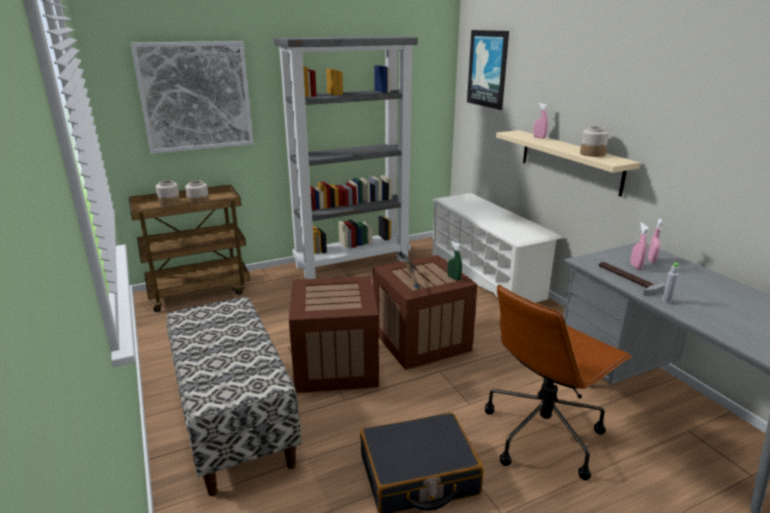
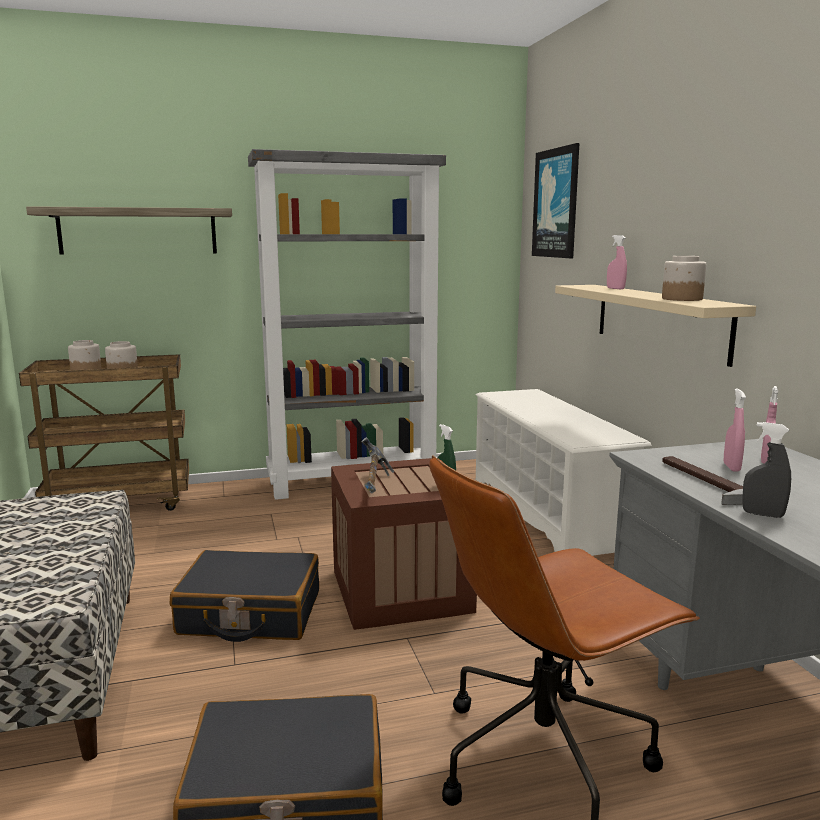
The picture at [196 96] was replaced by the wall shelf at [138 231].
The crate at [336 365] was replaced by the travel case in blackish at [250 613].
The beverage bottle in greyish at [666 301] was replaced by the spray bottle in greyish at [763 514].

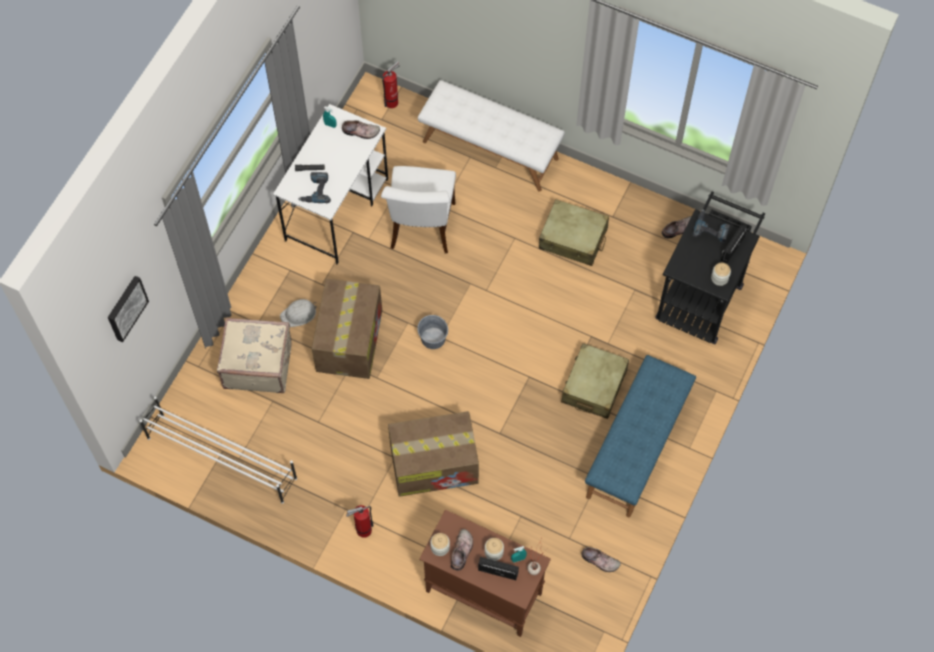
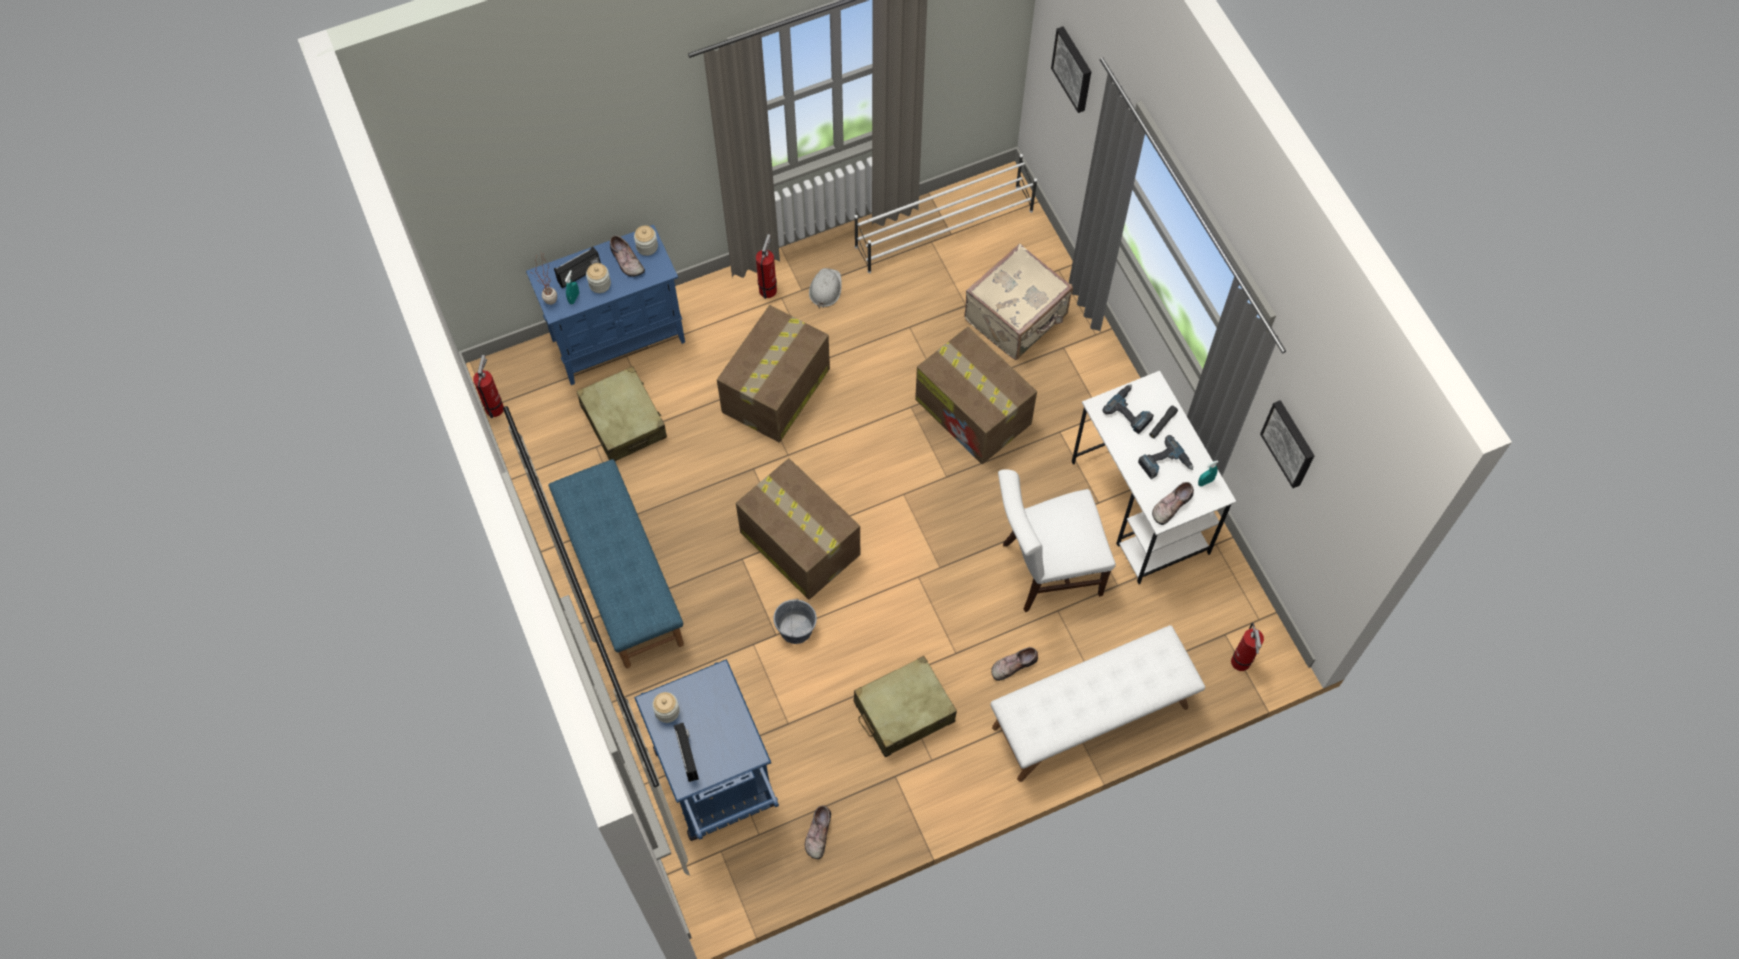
The hard hat in white-coloured moved from [299 314] to [825 289].
The chair in white-coloured at [421 230] turned 60 degrees counterclockwise.
The pail in greyish moved from [433 338] to [796 629].
The cupboard in brown at [482 592] became the cupboard in blue at [619 340].
The travel case in sand-coloured moved from [594 386] to [623 421].
The low shoe moved from [600 561] to [1013 664].
The wheeled cart in blackish at [702 295] became the wheeled cart in blue at [719 787].
The electric drill moved from [711 228] to [1164 463].
The fire extinguisher at [495 406] appeared.
The cardboard box at [798 542] appeared.
The picture at [1290 443] appeared.

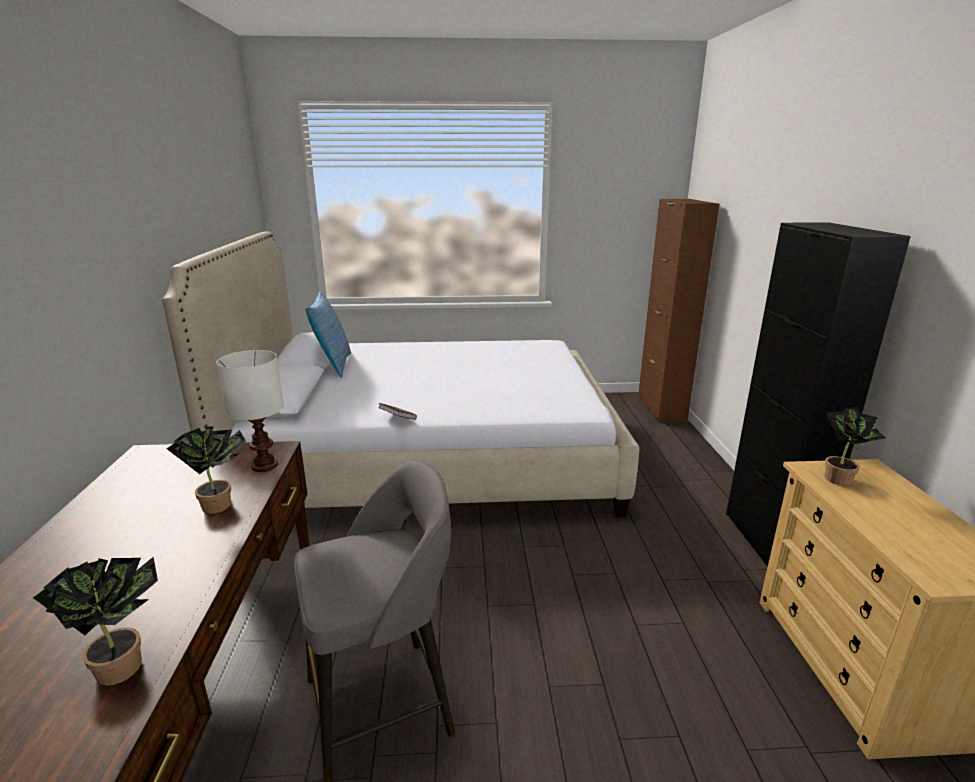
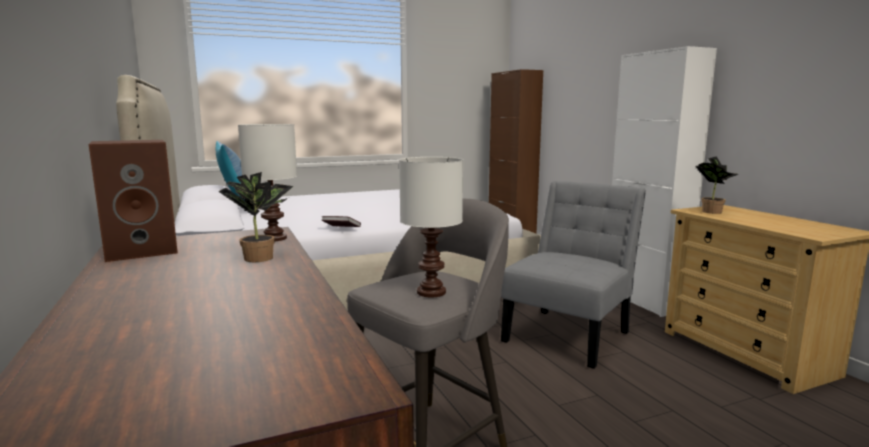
The houseplant at [126 664] disappeared.
The cupboard in blackish at [768 541] became the cupboard in white-coloured at [643 301].
The loudspeaker in brown at [143 250] appeared.
The tabletop lamp in white-coloured at [432 292] appeared.
The chair in greyish at [569 334] appeared.

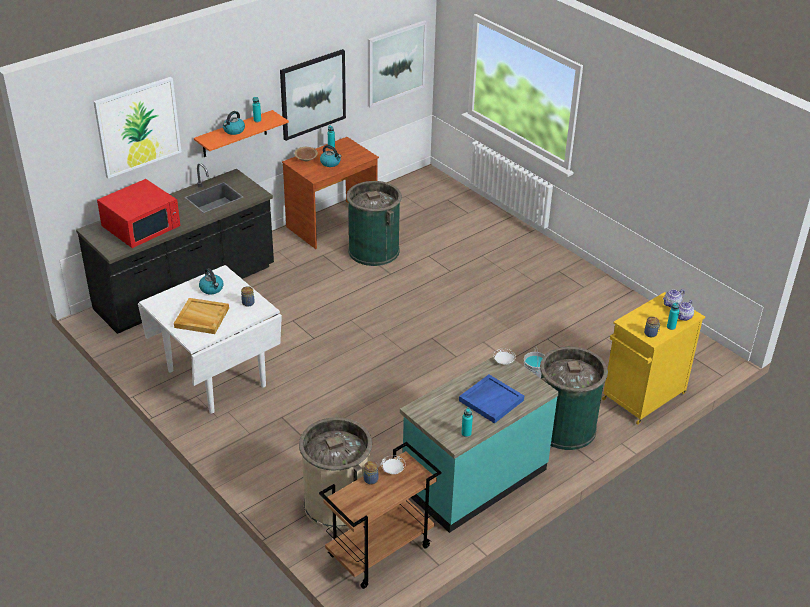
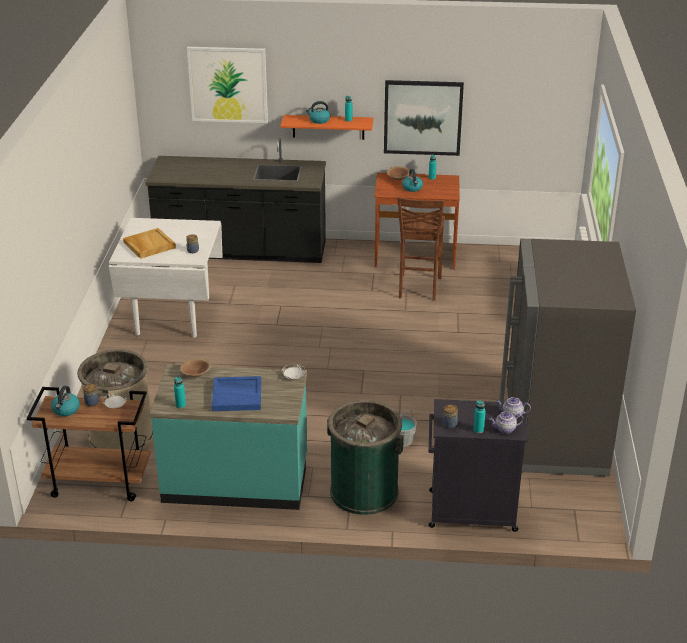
The microwave in reddish at [142 227] disappeared.
The tea kettle moved from [212 289] to [66 410].
The waste bin in green-coloured at [373 251] was replaced by the stool seat in brown at [418 288].
The picture at [396 63] disappeared.
The cupboard in yellowish at [642 397] became the cupboard in blackish at [470 511].
The deep dish in brown at [196 374] appeared.
The kitchen fridge in greyish at [554 435] appeared.

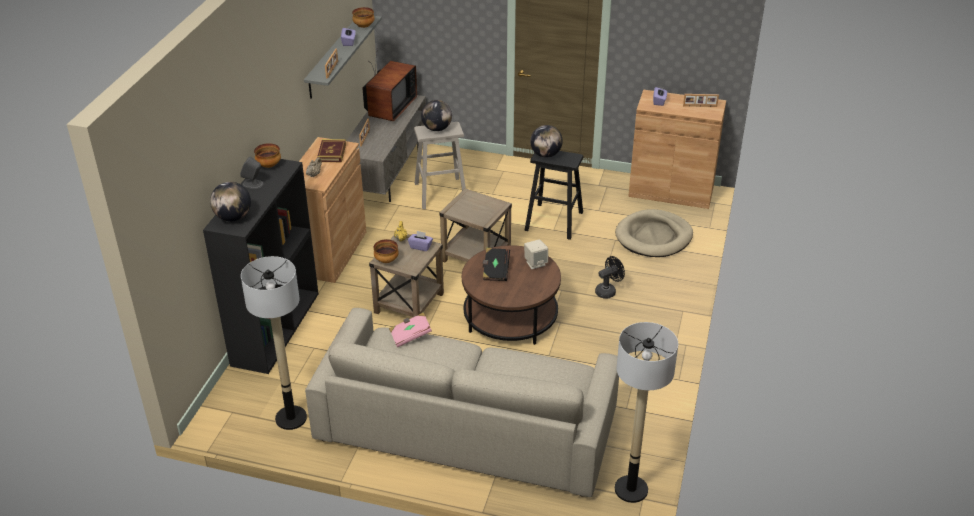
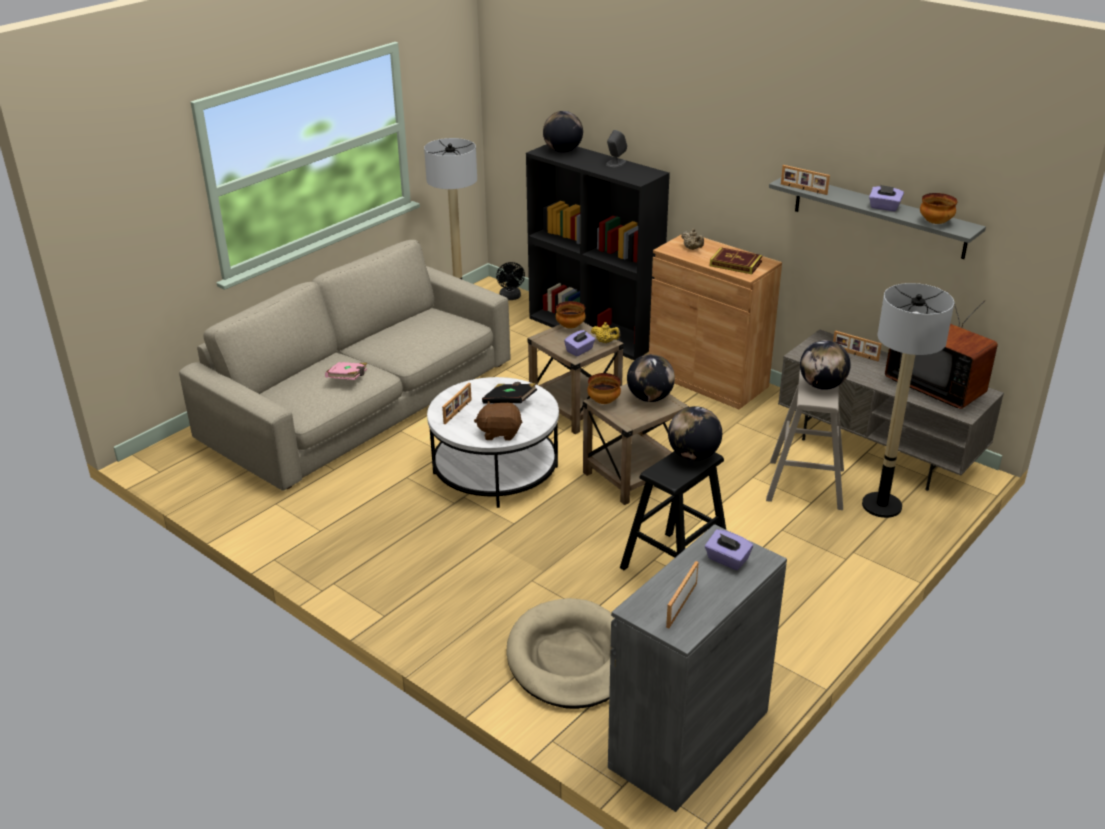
The deep dish moved from [269 165] to [603 402].
The volume in pinkish moved from [410 336] to [348 379].
The coffee table in brown at [510 316] became the coffee table in white-coloured at [495 470].
The loudspeaker in sand-coloured at [535 263] was replaced by the cuddly toy in brown at [499 433].
The fan in blackish moved from [608 291] to [510 297].
The floor lamp moved from [631 489] to [881 505].
The cupboard in brown at [671 191] became the cupboard in greyish at [689 739].
The photo frame at [458 412] appeared.
The world globe at [649 398] appeared.

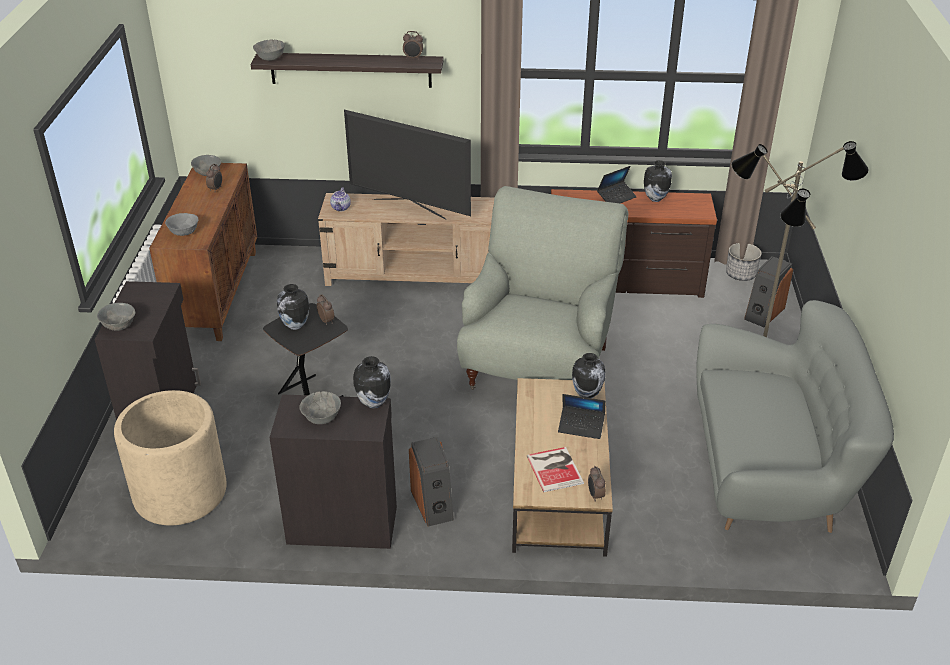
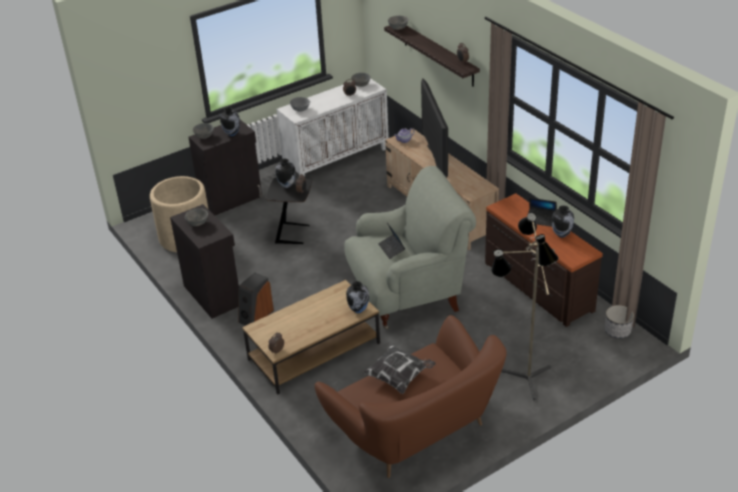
The cupboard in brown at [216 293] became the cupboard in white-coloured at [337 159].
The flower vase moved from [373 403] to [232 134].
The volume at [555 468] disappeared.
The laptop moved from [581 426] to [391 249].
The sofa in greyish at [771 472] became the sofa in brown at [416 430].
The loudspeaker at [763 313] disappeared.
The pillow at [399 377] appeared.

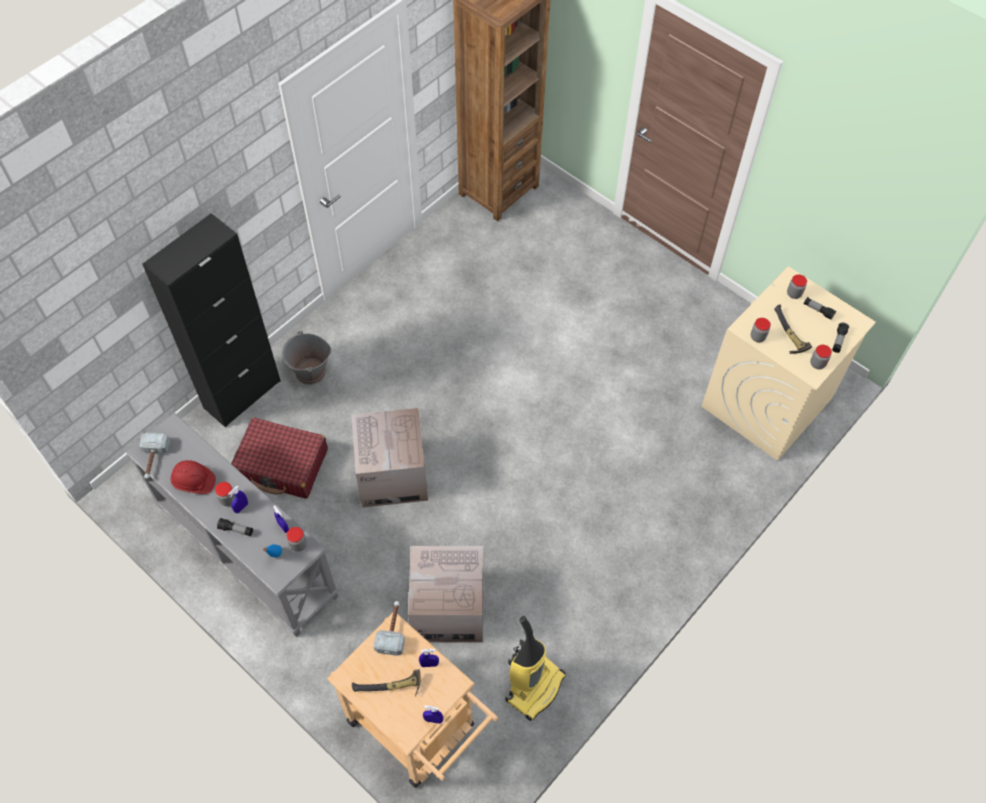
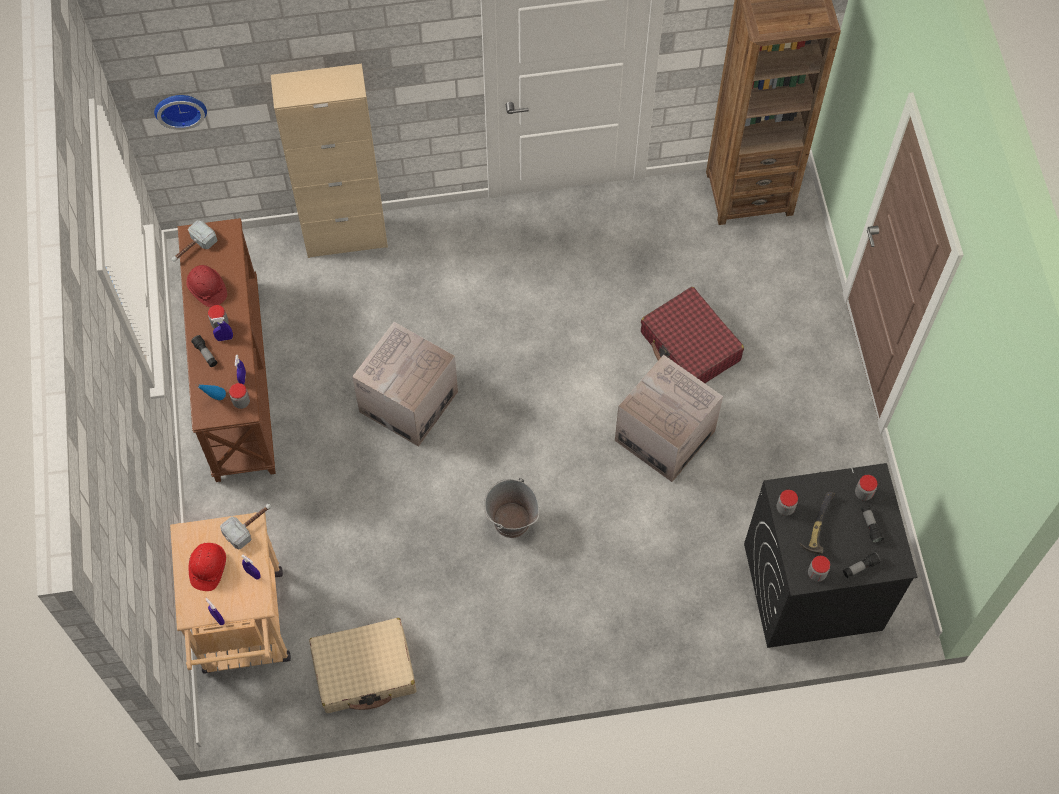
The hall table in greyish at [245 551] became the hall table in brown at [235 379].
The cupboard in blackish at [242 394] became the cupboard in sand-coloured at [346 237].
The travel case in reddish moved from [282 465] to [690 347].
The pail in greyish moved from [310 372] to [511 521].
The hand hammer at [390 688] was replaced by the hard hat in reddish at [208 568].
The cardboard box moved from [448 608] to [665 436].
The hoover at [534 686] was replaced by the travel case in sand-coloured at [365 670].
The laundry machine in sand-coloured at [766 403] became the laundry machine in blackish at [811 587].
The clock on the wall at [180 108] appeared.

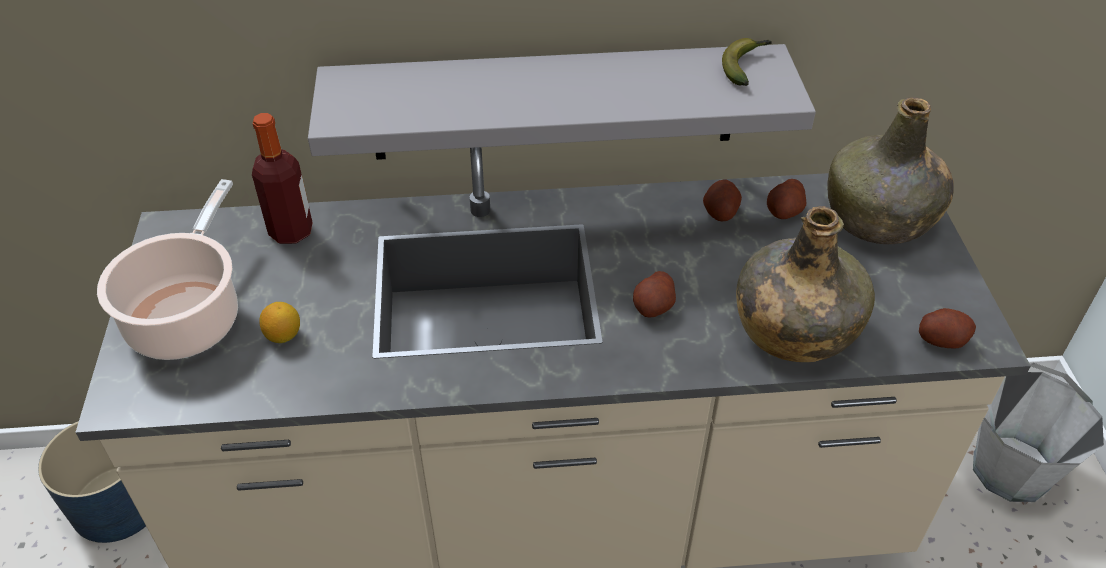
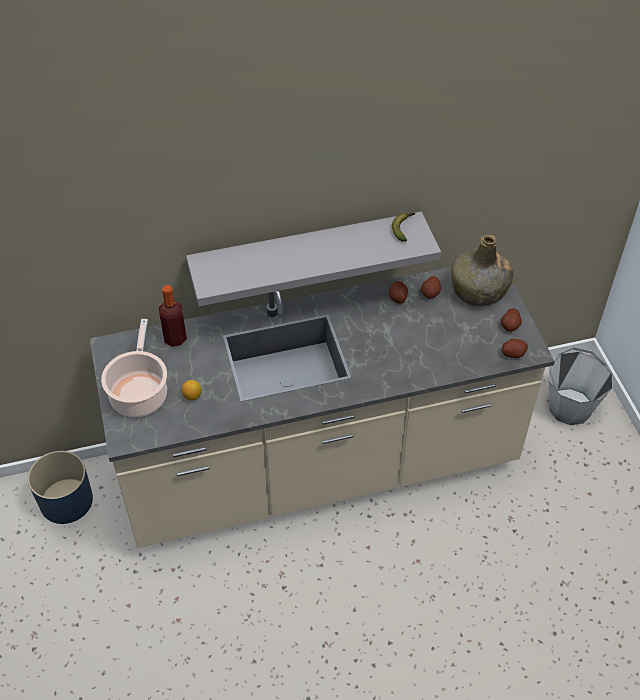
The potato moved from [653 307] to [510 325].
The beverage bottle in green-coloured at [794 328] disappeared.

